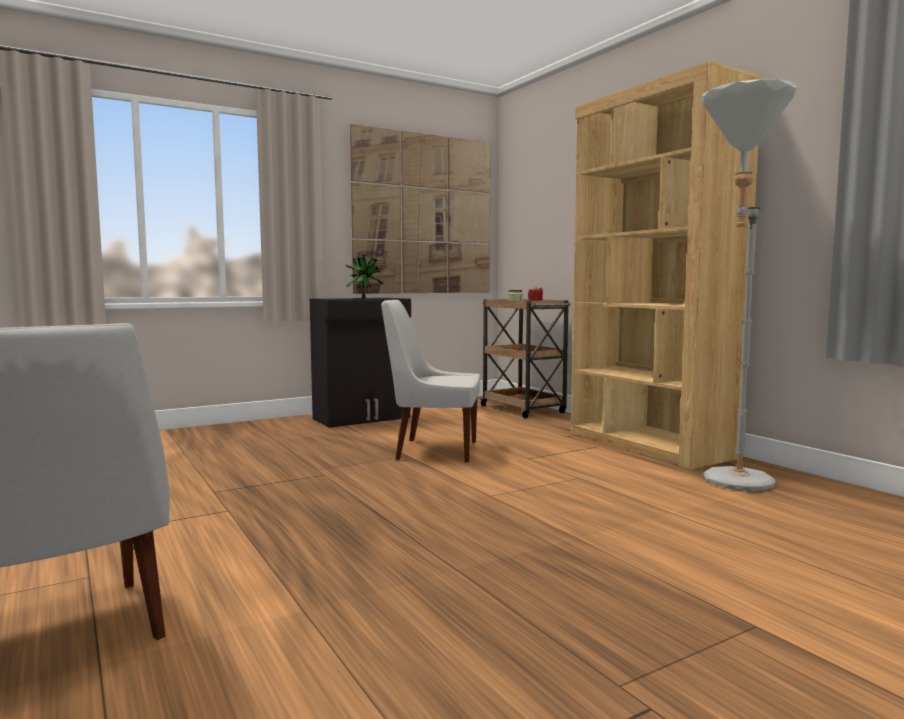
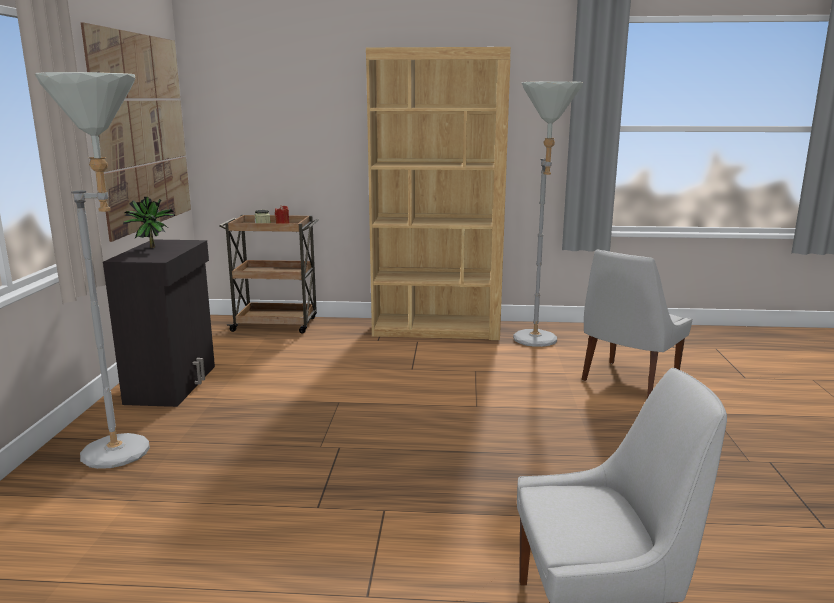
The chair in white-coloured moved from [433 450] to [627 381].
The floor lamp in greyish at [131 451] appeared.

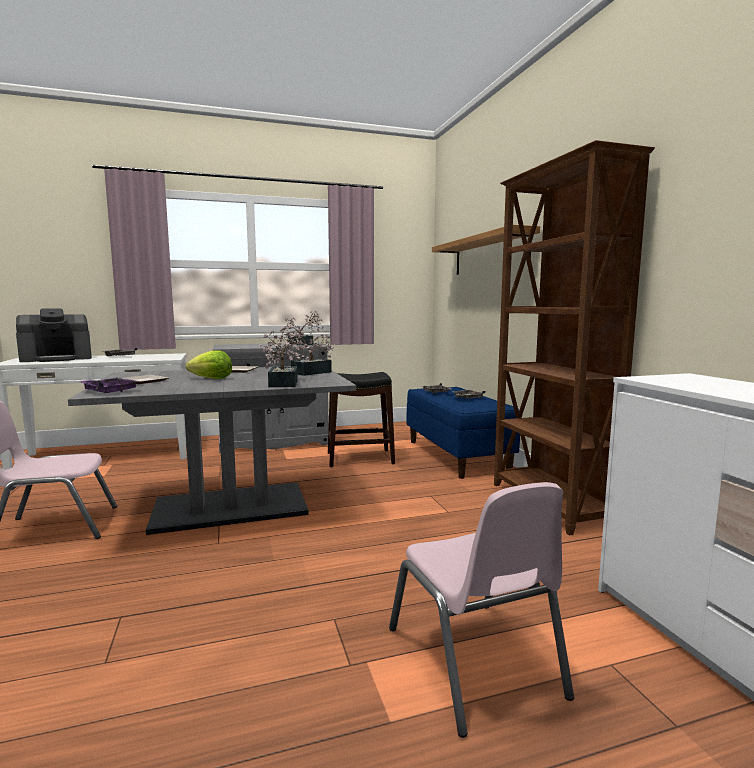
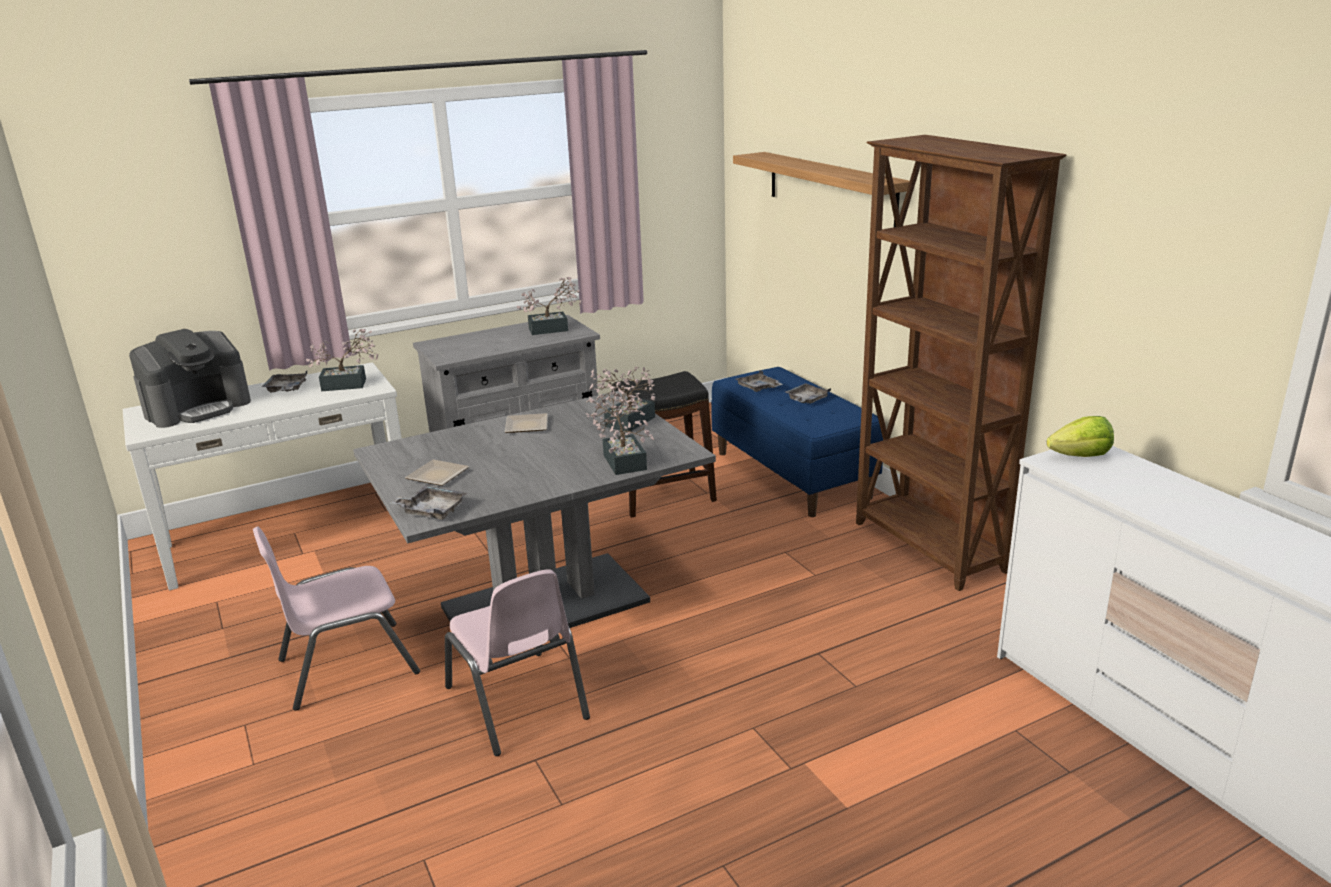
The serving tray in purple at [109 391] became the serving tray in greyish at [431 510].
The lettuce head moved from [211 378] to [1080 456].
The chair in pinkish moved from [474 661] to [517 703].
The houseplant at [349 384] appeared.

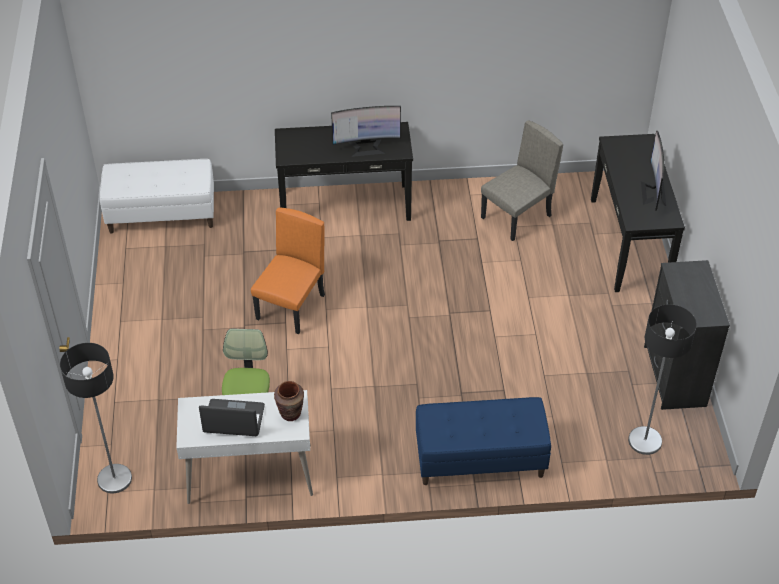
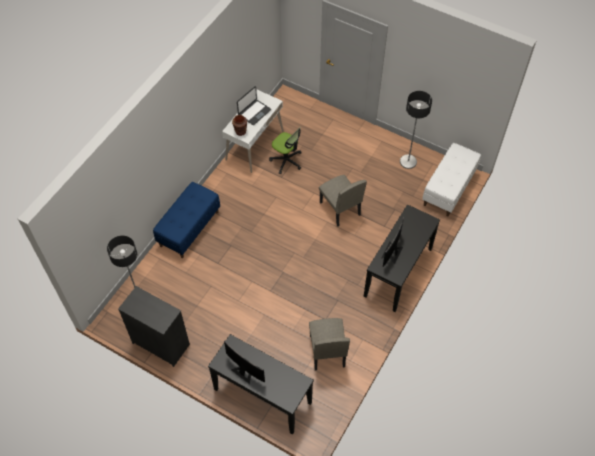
The floor lamp moved from [114 478] to [408 162].
The chair in orange at [291 307] became the chair in sand-coloured at [339 208].

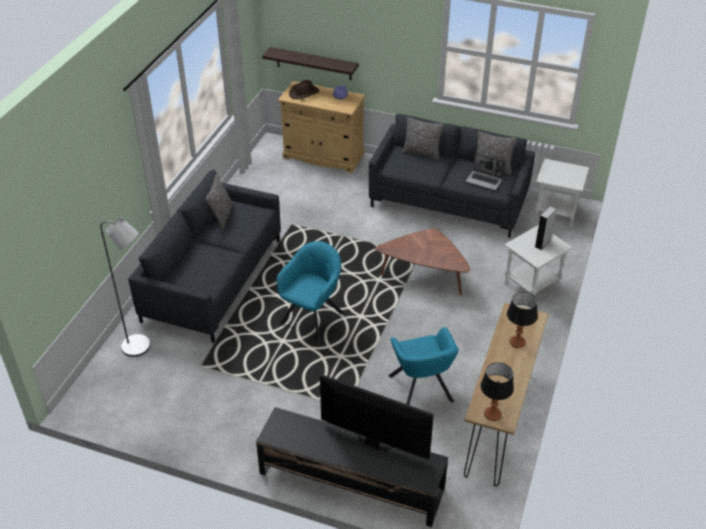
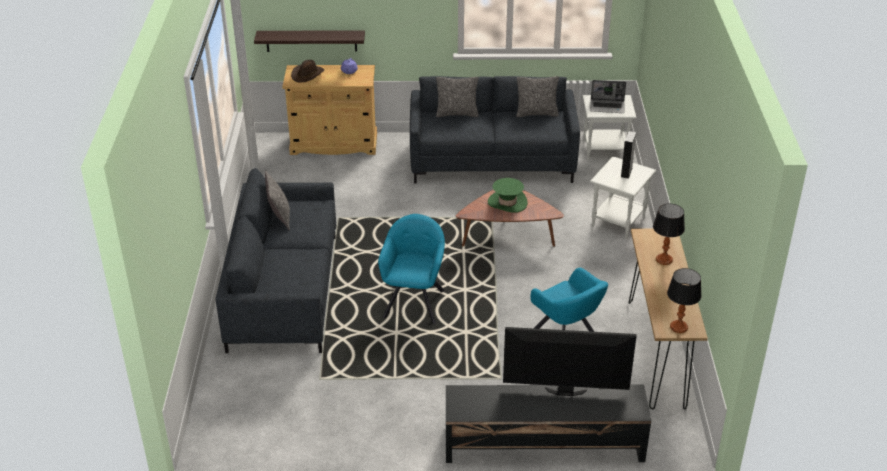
The floor lamp in greyish at [141 347] disappeared.
The laptop moved from [484 180] to [607 107].
The clothing hat in green-coloured at [507 202] appeared.

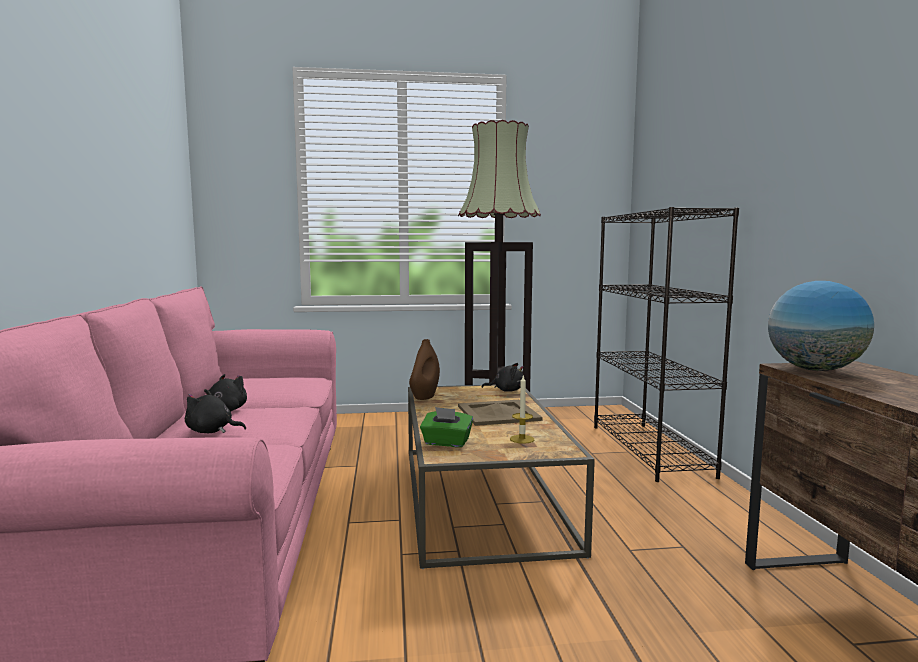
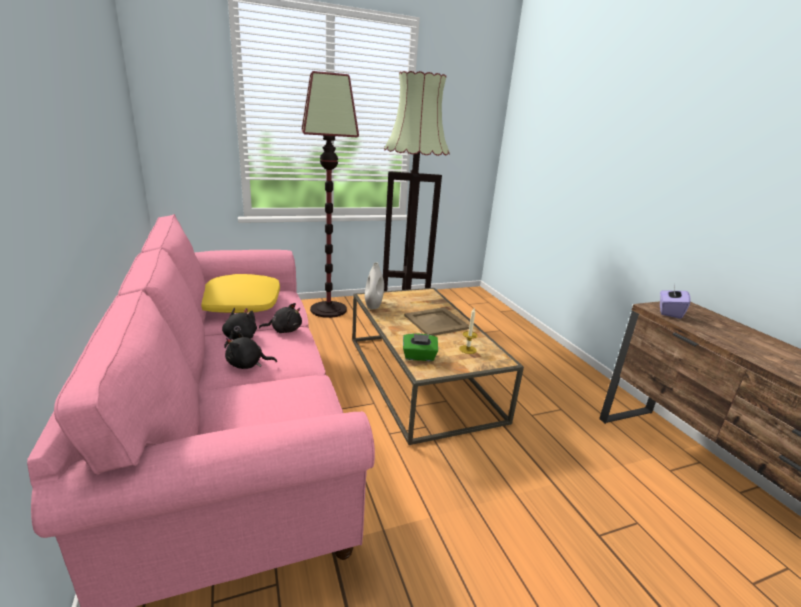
The flower vase in brown at [425 397] became the flower vase in white-coloured at [373 305].
The cuddly toy in blackish moved from [506 390] to [284 330].
The bookshelf in blackish at [650 450] disappeared.
The world globe at [814 370] was replaced by the box of tissues in purple at [669 312].
The pillow in yellowish at [240 303] appeared.
The floor lamp at [329 309] appeared.

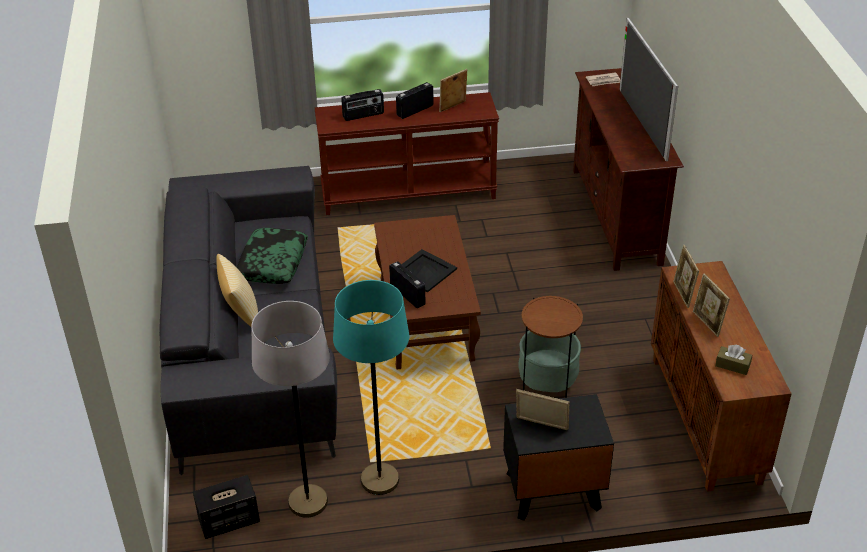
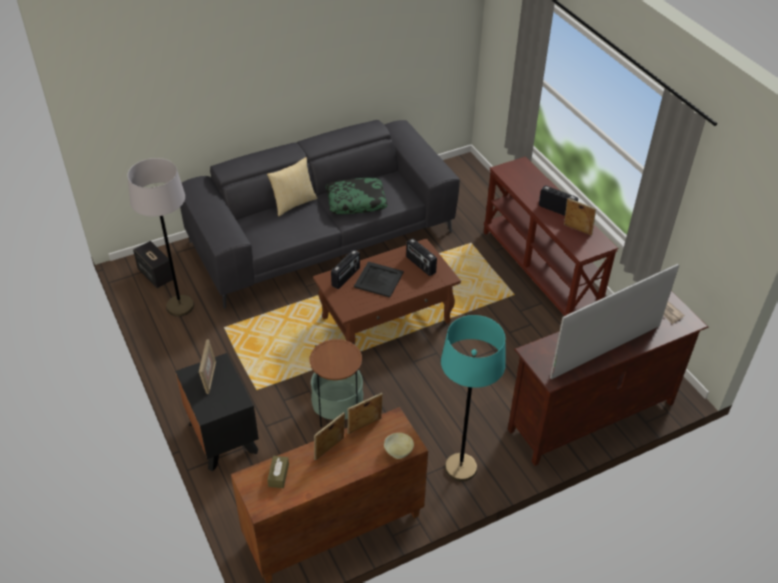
The floor lamp in turquoise-coloured moved from [380 479] to [460 468].
The radio set moved from [363 115] to [420 265].
The deep dish in sand-coloured at [399 452] appeared.

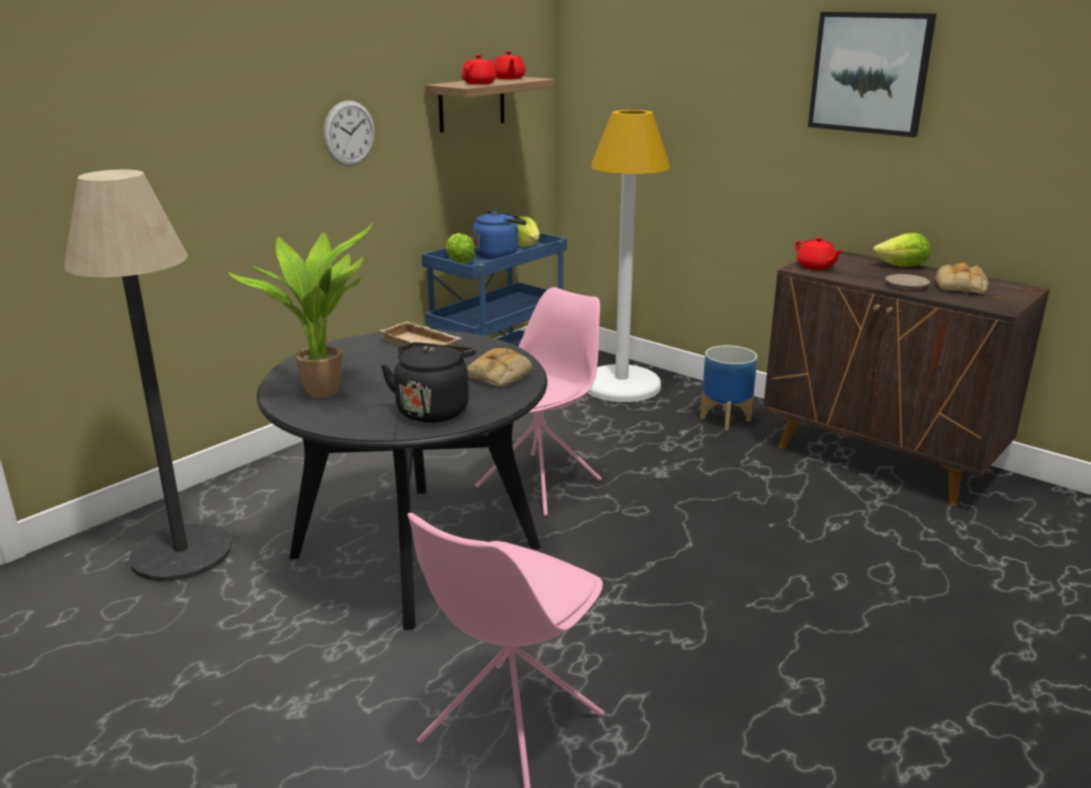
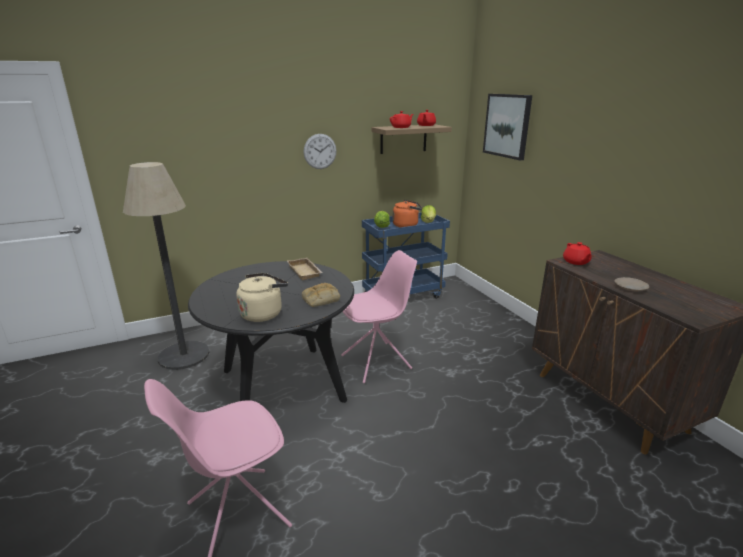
The houseplant at [324 390] disappeared.
The tea kettle in blackish at [434 410] became the tea kettle in sand-coloured at [263 313].
The tea kettle in blue at [498 254] became the tea kettle in orange at [407 225].
The floor lamp in white-coloured at [621 385] disappeared.
The planter at [725 419] disappeared.
The picture moved from [870 73] to [507 125].
The lettuce head at [902 266] disappeared.
The bakery bread at [961 287] disappeared.

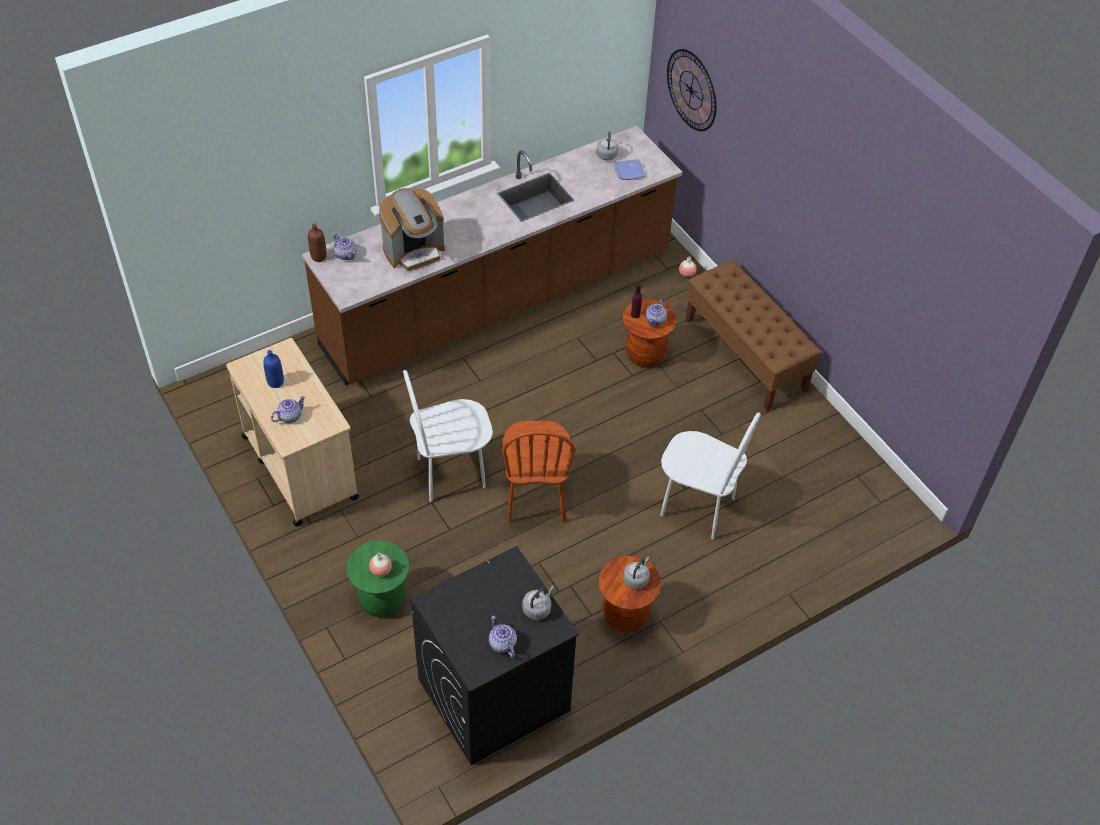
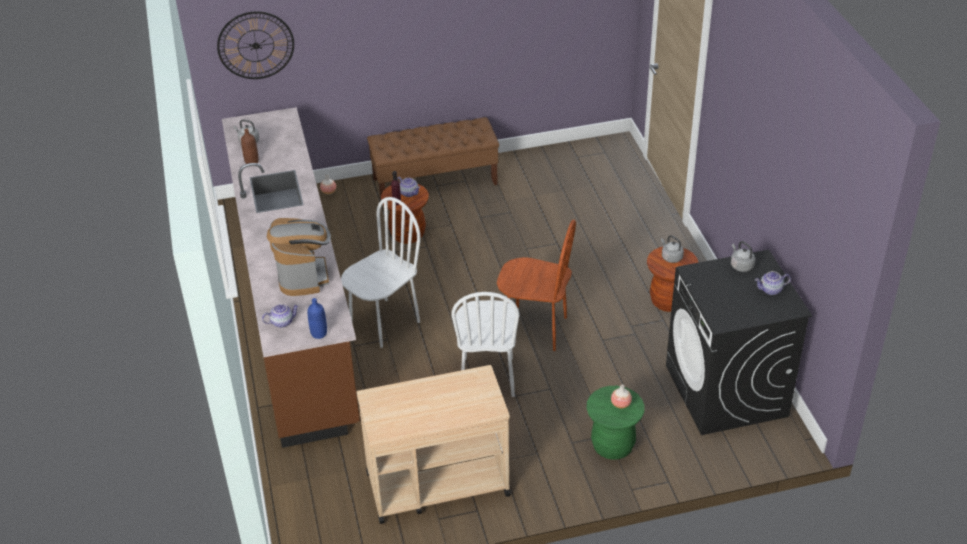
The beverage bottle in blue moved from [275 382] to [319 333].
The pot for tea at [289 416] disappeared.
The beverage bottle in brown moved from [318 257] to [251 162].
The dinner plate at [628 171] disappeared.
The chair in white-coloured moved from [697 507] to [384 323].

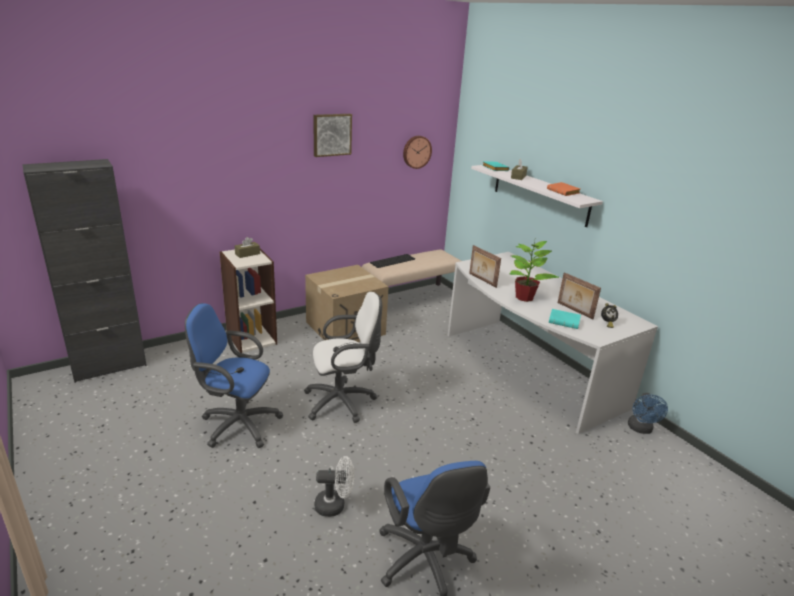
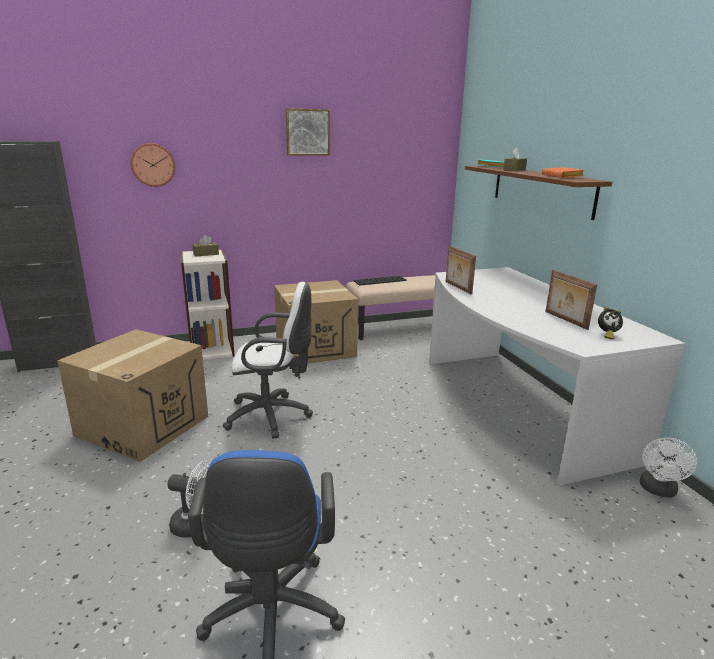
The desk chair in blue at [236 424] was replaced by the cardboard box at [143 425].
The clock on the wall moved from [416 151] to [153 164].
The wall shelf in white-coloured at [540 194] became the wall shelf in brown at [541 190].
The houseplant at [525 297] disappeared.
The volume in turquoise-coloured at [565 321] disappeared.
The fan in blue at [640 429] became the fan in white-coloured at [658 491].

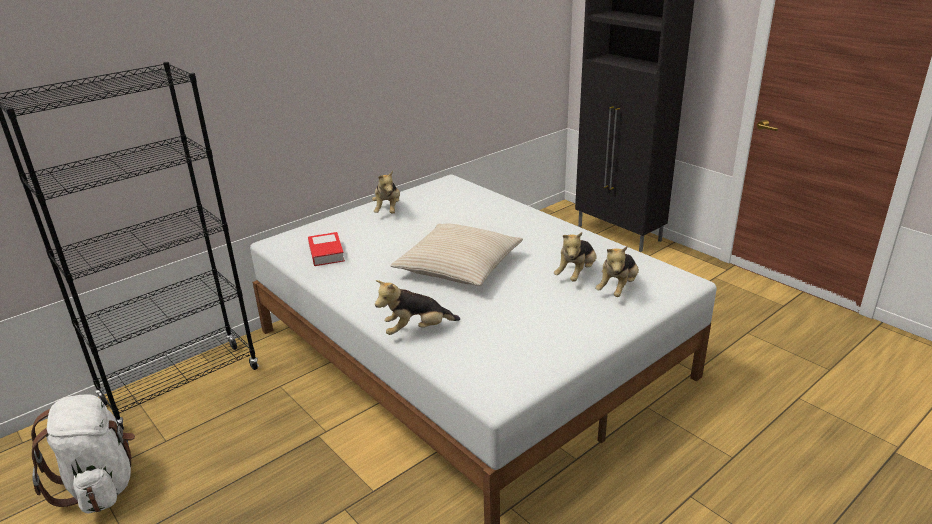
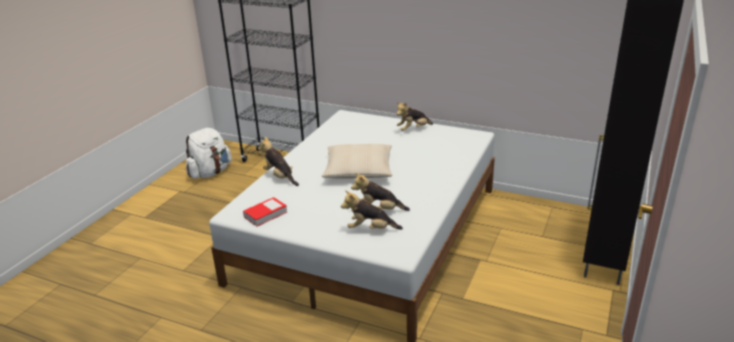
The volume moved from [326 253] to [265 214].

